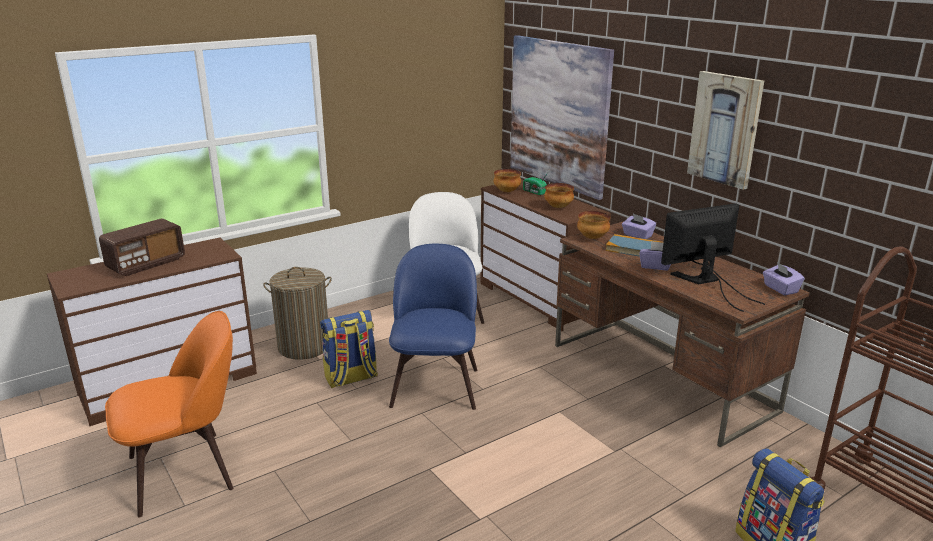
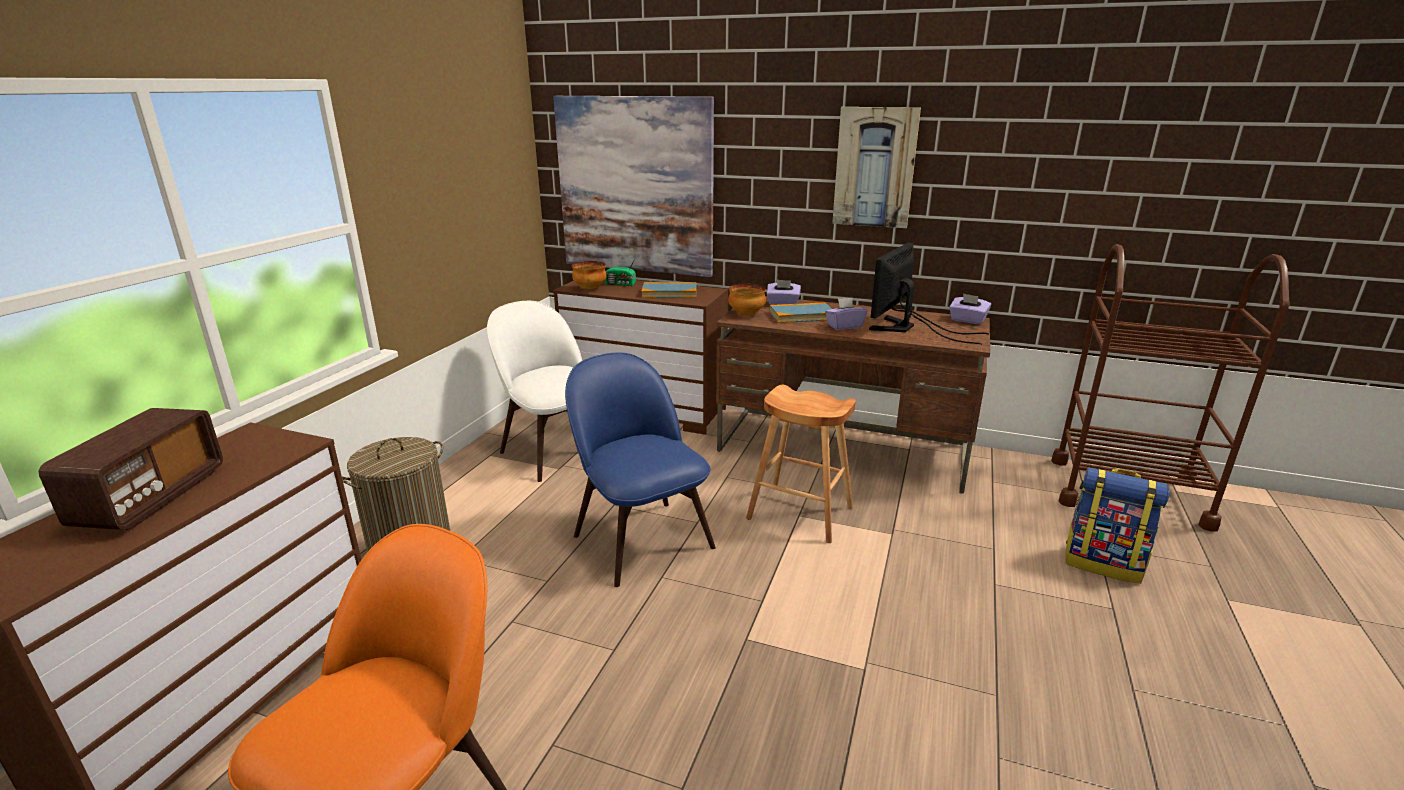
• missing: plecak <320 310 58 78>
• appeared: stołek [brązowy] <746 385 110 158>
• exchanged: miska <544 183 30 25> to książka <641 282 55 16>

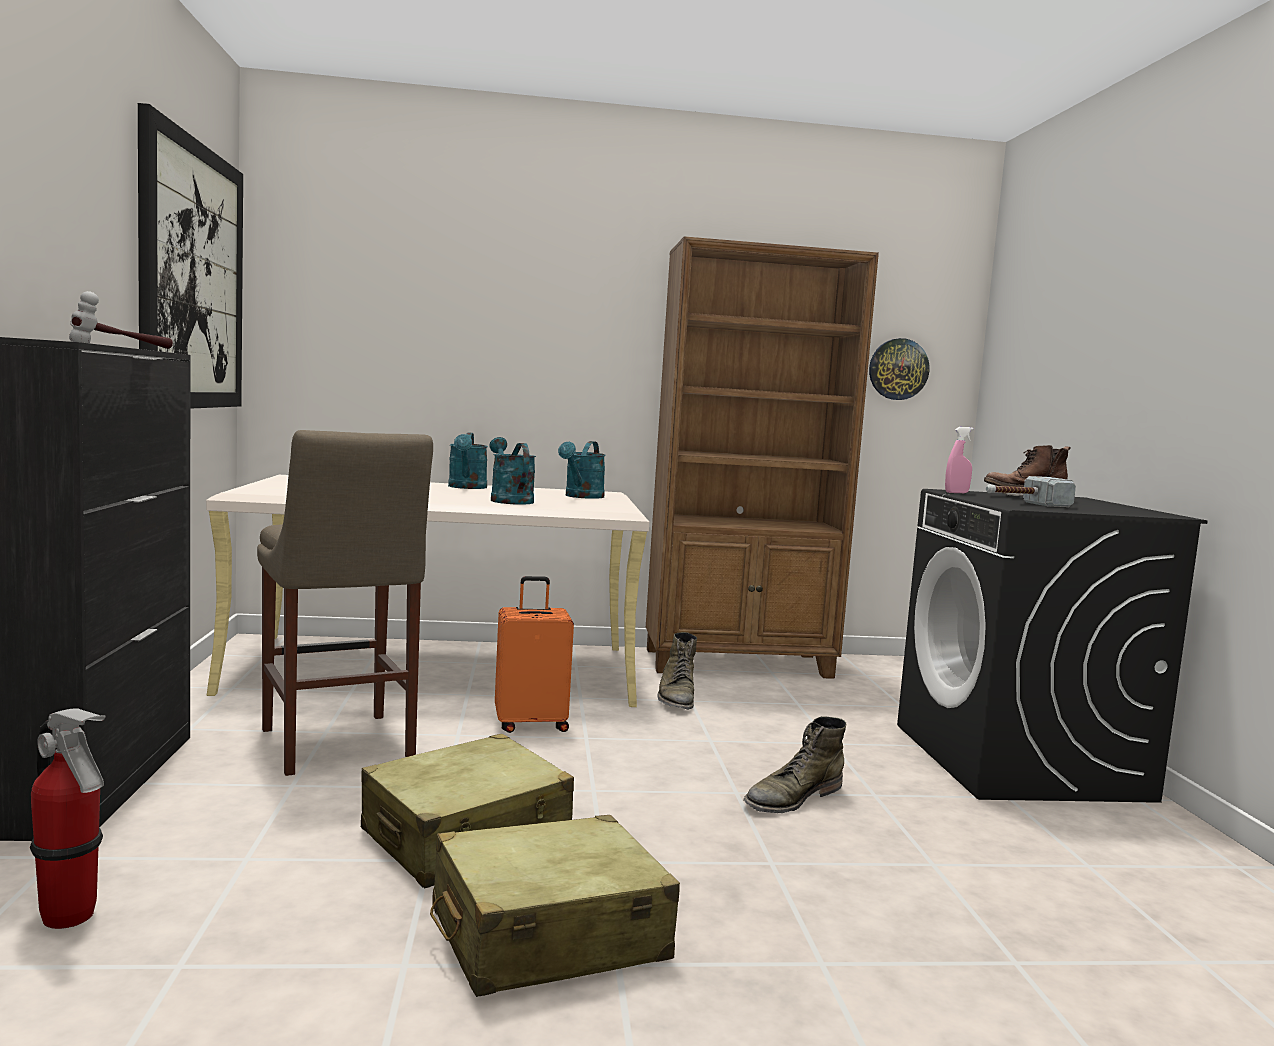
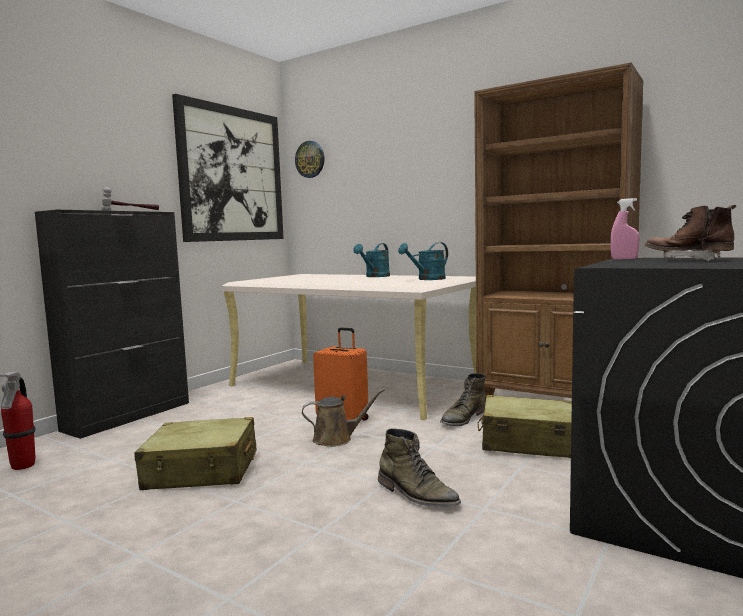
• missing: stołek [beżowy] <257 430 176 346>
• missing: konewka [turkusowy] <489 437 47 68>
• missing: młotek <986 476 90 31>
• appeared: konewka [brązowy] <302 389 83 58>
• relocated: walizka [beżowy] <430 815 250 182> to <477 395 95 63>
• relocated: zegar ścienny <869 338 61 62> to <295 141 29 37>
• spun: but z cholewką [zielony] <743 716 103 97> = <378 428 83 79> 135 degrees counterclockwise

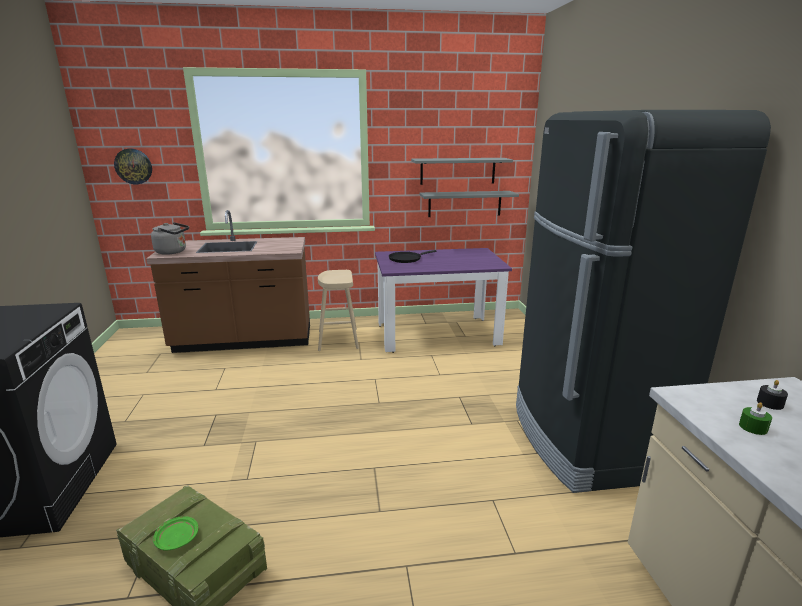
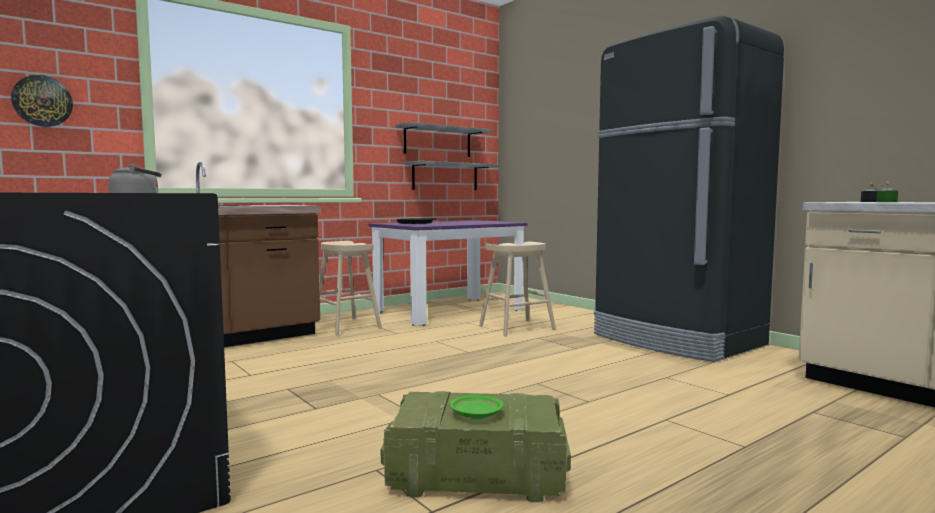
• appeared: stołek [beżowy] <479 242 77 94>

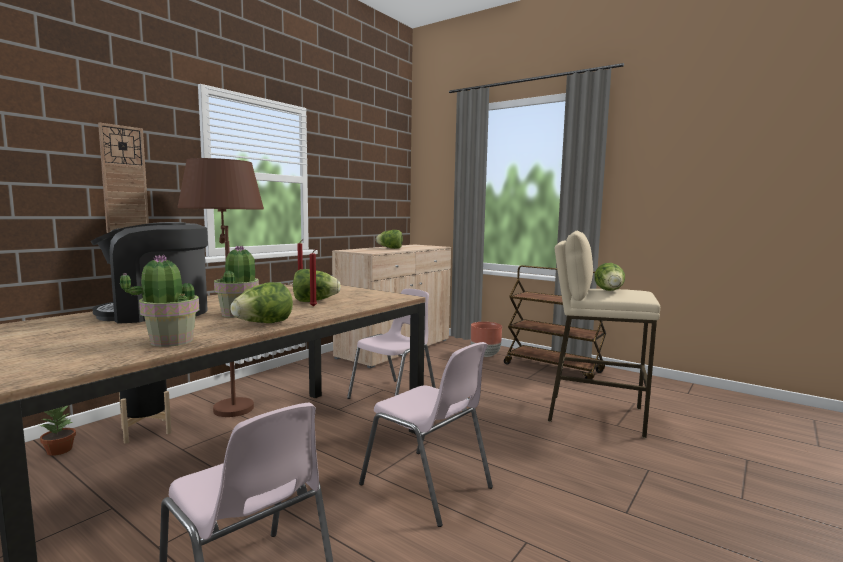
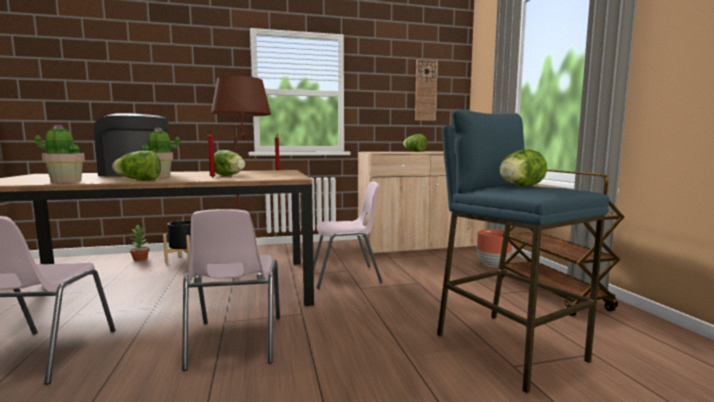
• relocated: zegar ścienny <98 123 51 110> to <415 59 23 62>
• colour: stołek [beżowy] <548 231 112 207> to stołek [niebieski] <437 109 173 284>

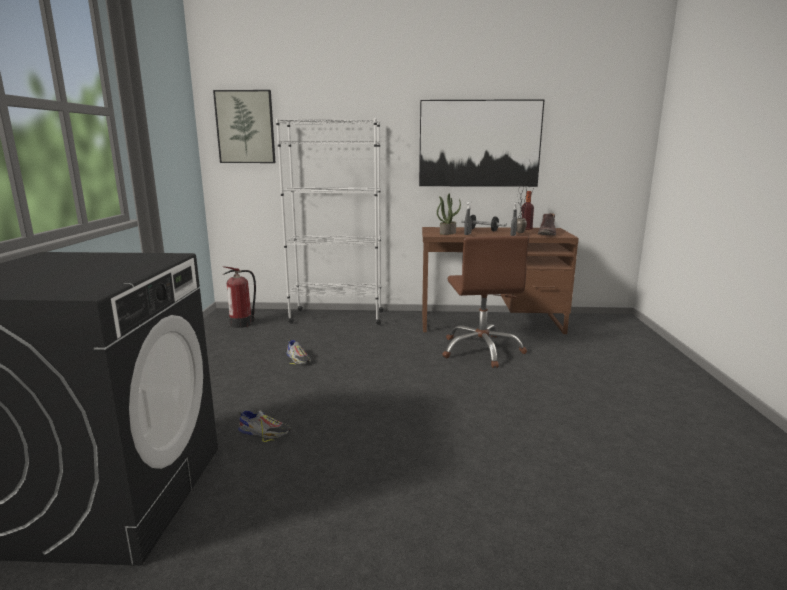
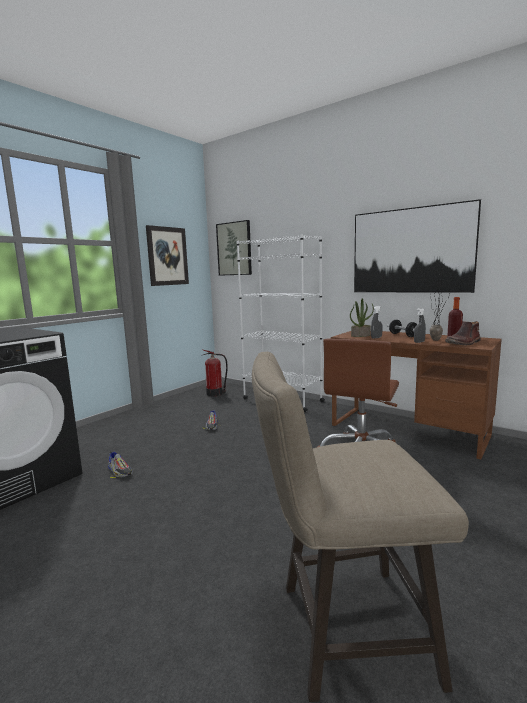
• appeared: obraz <146 225 43 61>
• appeared: stołek [beżowy] <252 352 217 350>

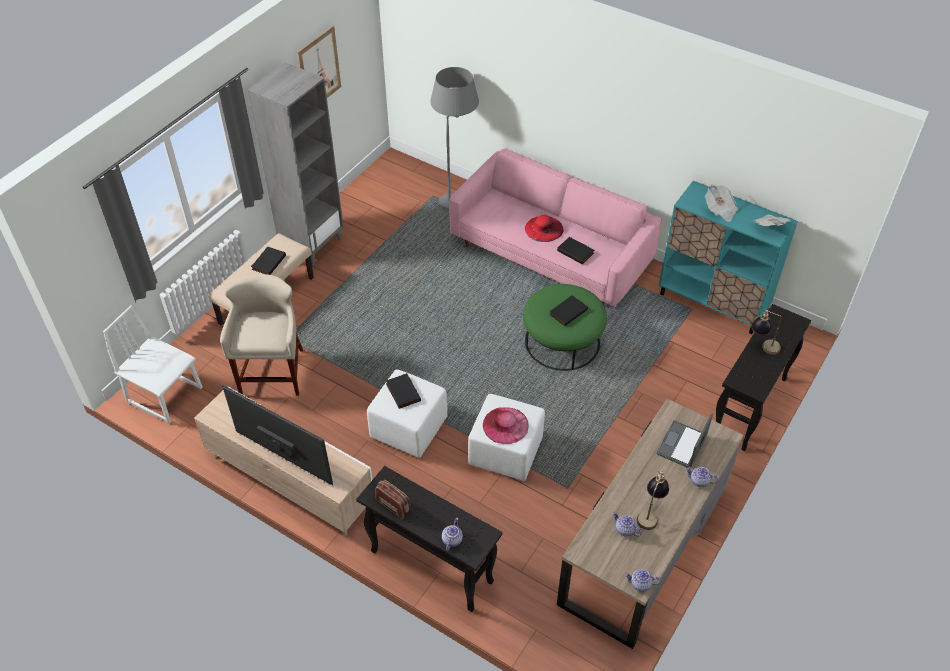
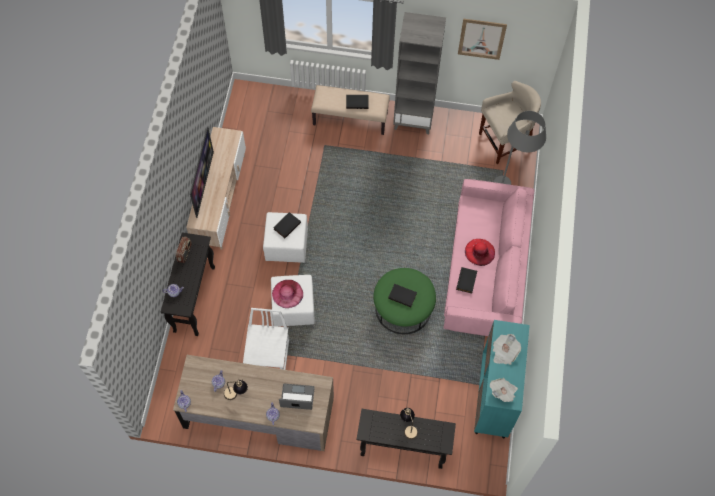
• relocated: krzesło [biały] <103 305 100 118> to <243 308 47 62>
• relocated: stołek [beżowy] <220 274 83 122> to <479 81 62 83>

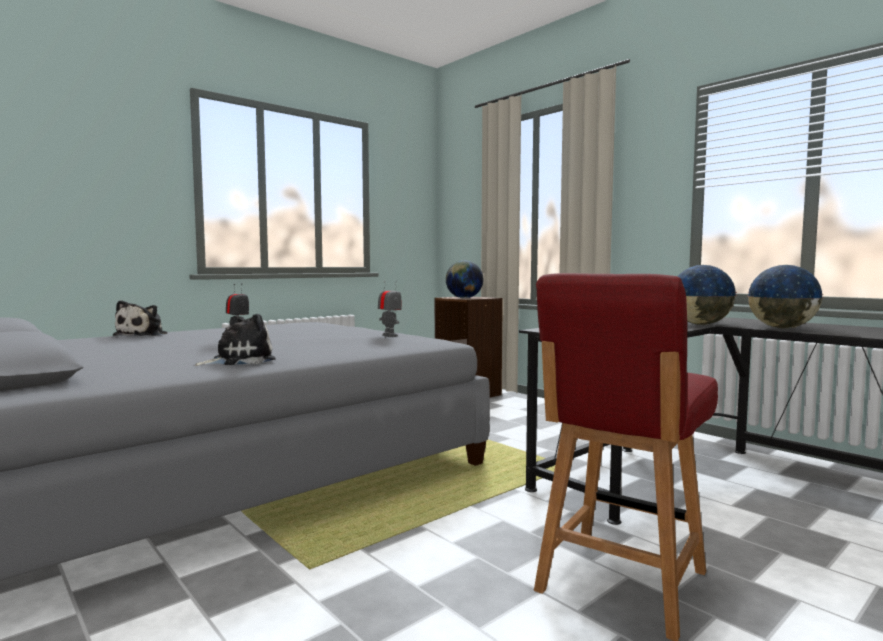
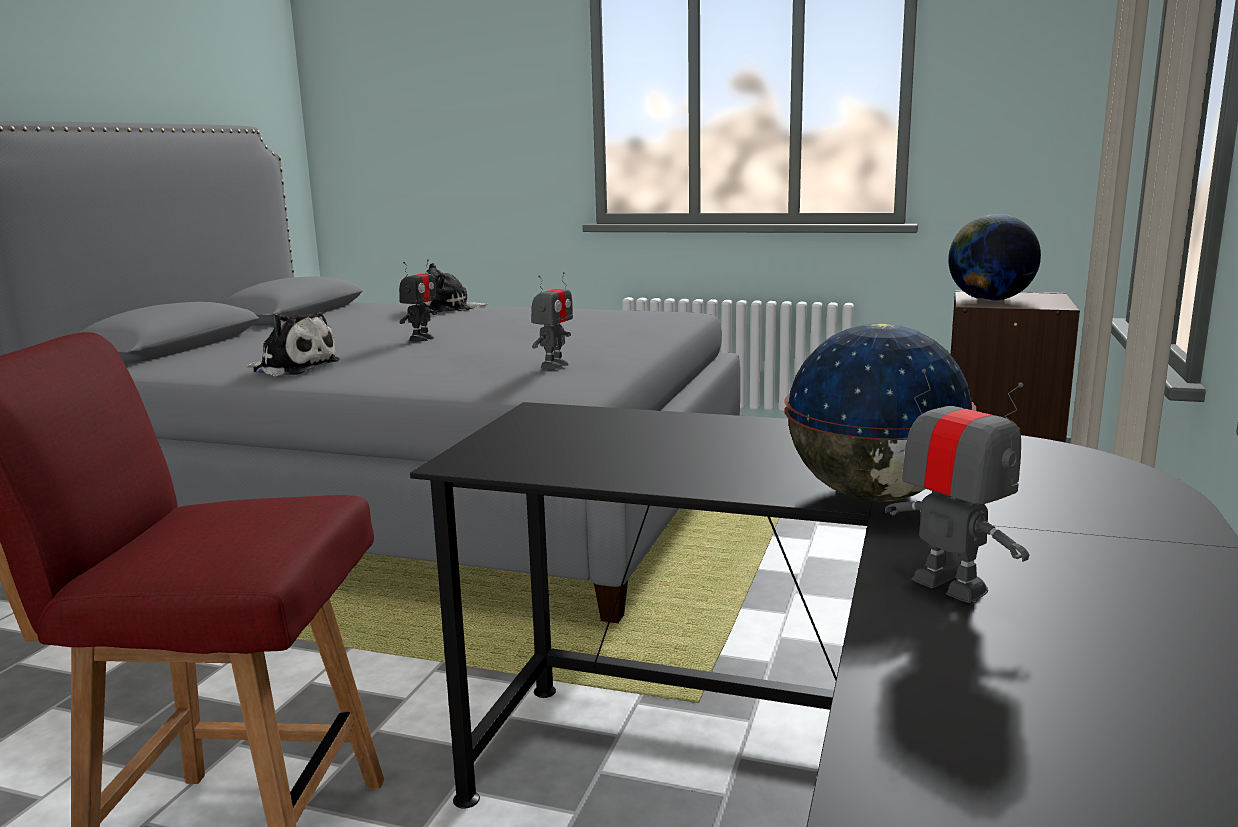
• exchanged: globus <747 265 76 63> to robot zabawkowy <885 369 144 234>

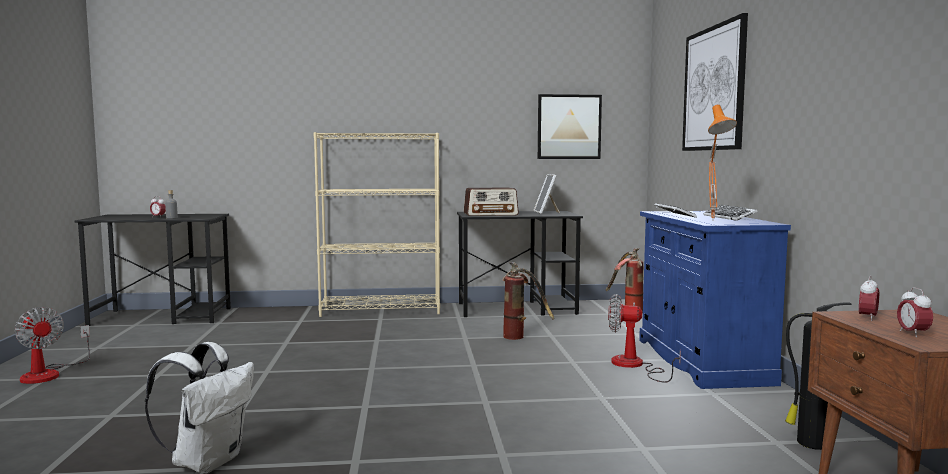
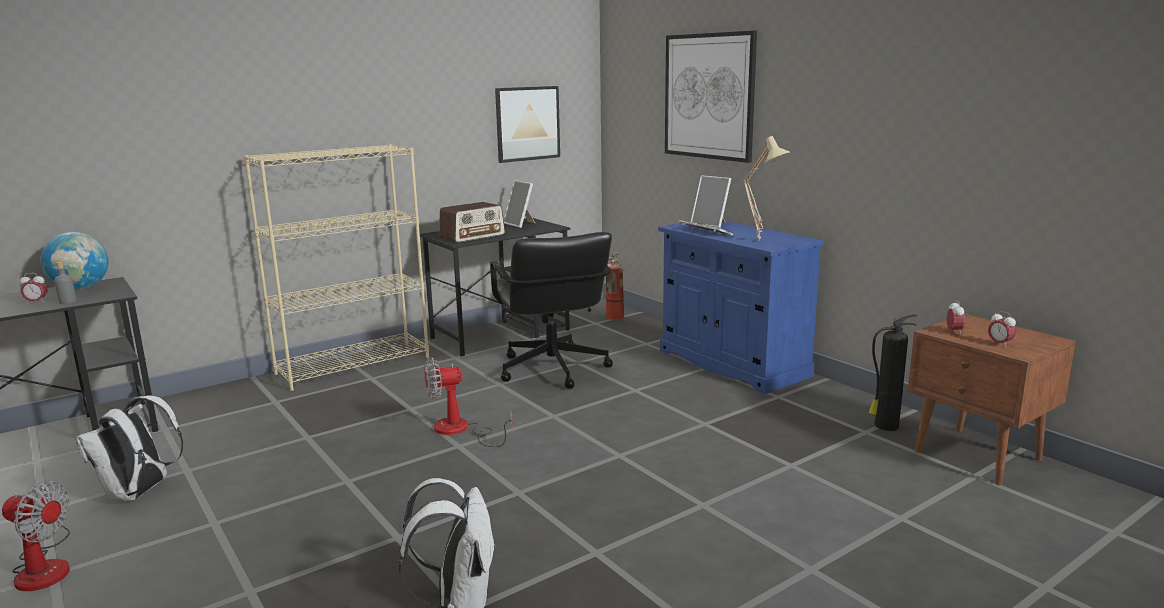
• missing: klawiatura <704 205 54 16>
• appeared: globus <40 232 68 58>
• appeared: plecak [biały] <75 396 109 105>
• appeared: ramka na zdjęcie <691 175 40 53>
• relocated: wentylator <608 294 73 89> to <425 357 88 90>
• exchanged: gaśnica <502 262 52 78> to krzesło biurowe [czarny] <490 232 123 157>
• colour: lampa stołowa [pomarańczowy] <708 105 29 116> to lampa stołowa [beżowy] <744 136 46 106>

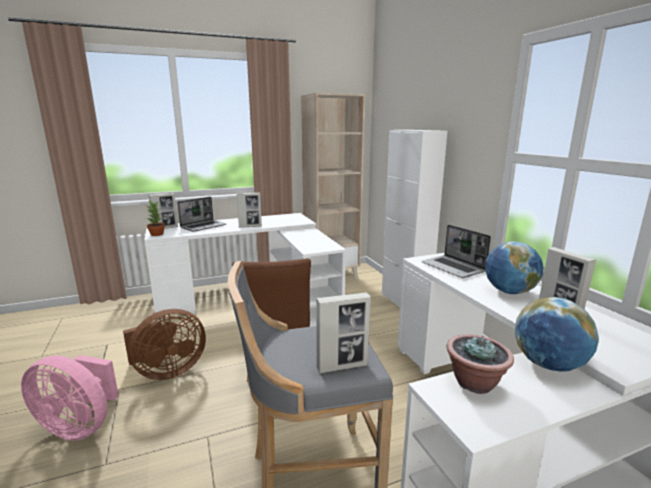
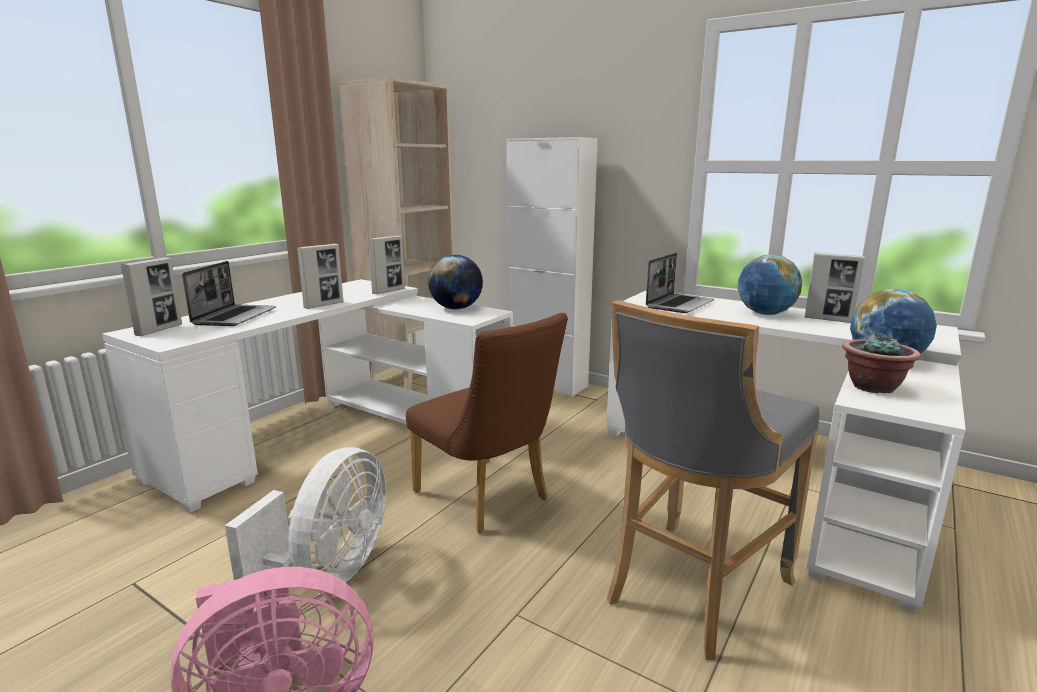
• missing: roślina doniczkowa <146 201 19 35>
• appeared: globus <428 255 55 55>
• relocated: ramka na zdjęcie <316 292 55 81> to <368 235 37 59>
• colour: wentylator [brązowy] <123 309 83 71> to wentylator [biały] <225 447 161 135>
• spun: laptop <421 225 70 53> = <646 253 68 60> 75 degrees counterclockwise

